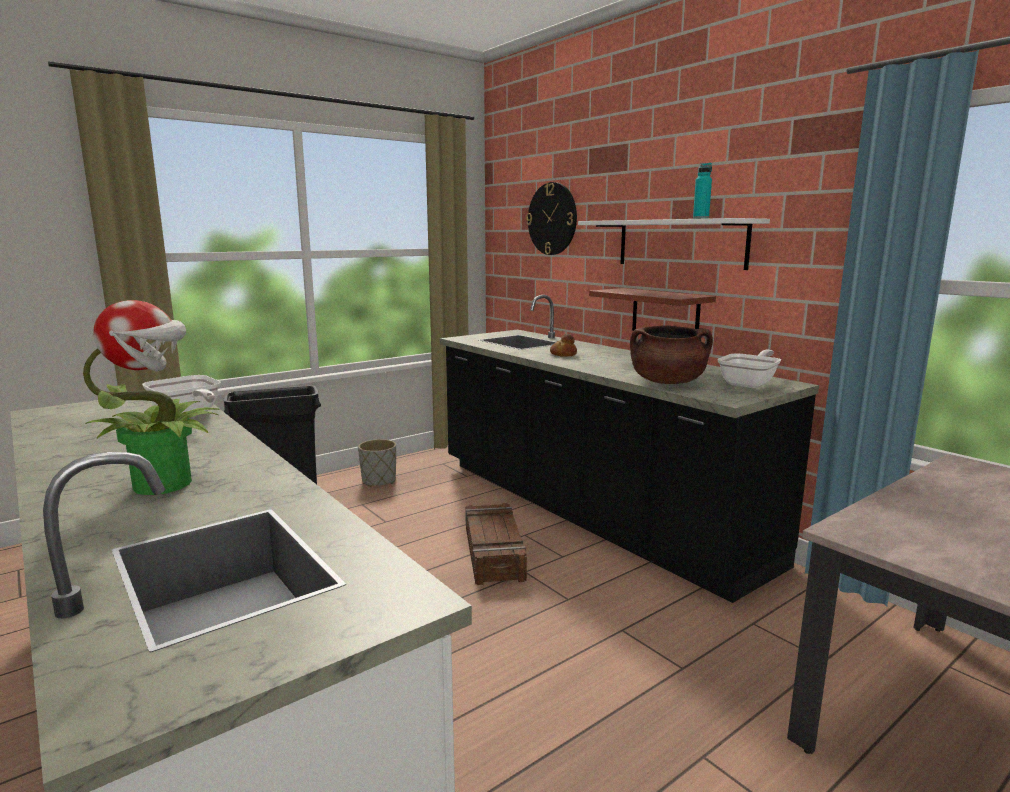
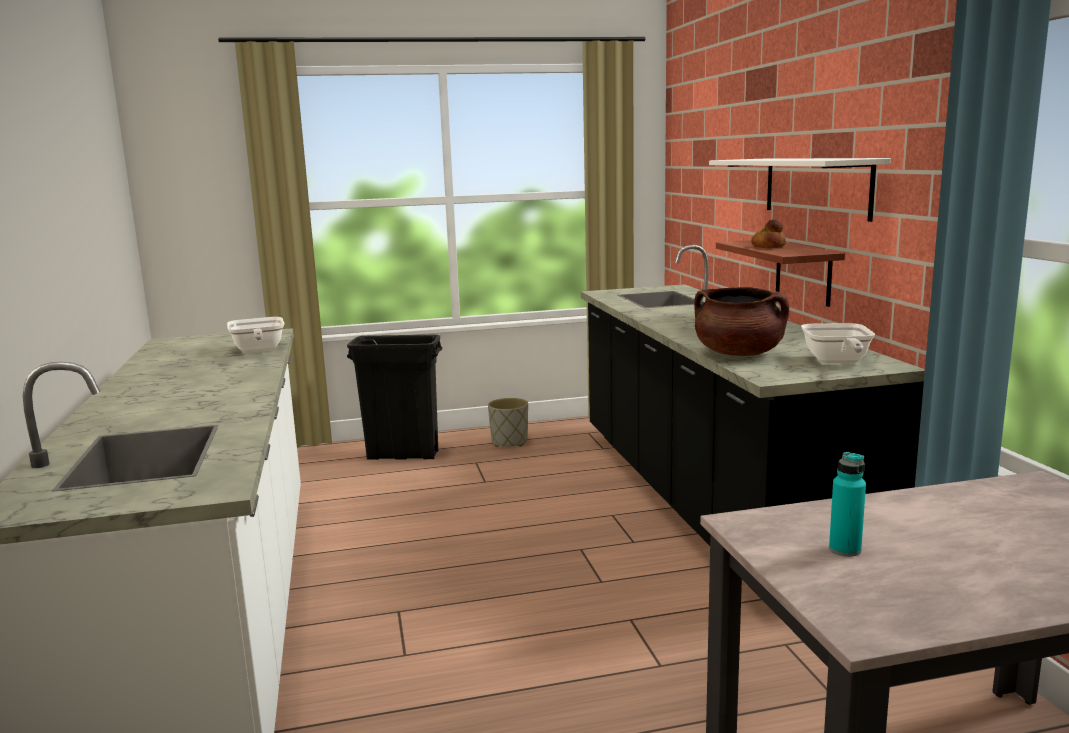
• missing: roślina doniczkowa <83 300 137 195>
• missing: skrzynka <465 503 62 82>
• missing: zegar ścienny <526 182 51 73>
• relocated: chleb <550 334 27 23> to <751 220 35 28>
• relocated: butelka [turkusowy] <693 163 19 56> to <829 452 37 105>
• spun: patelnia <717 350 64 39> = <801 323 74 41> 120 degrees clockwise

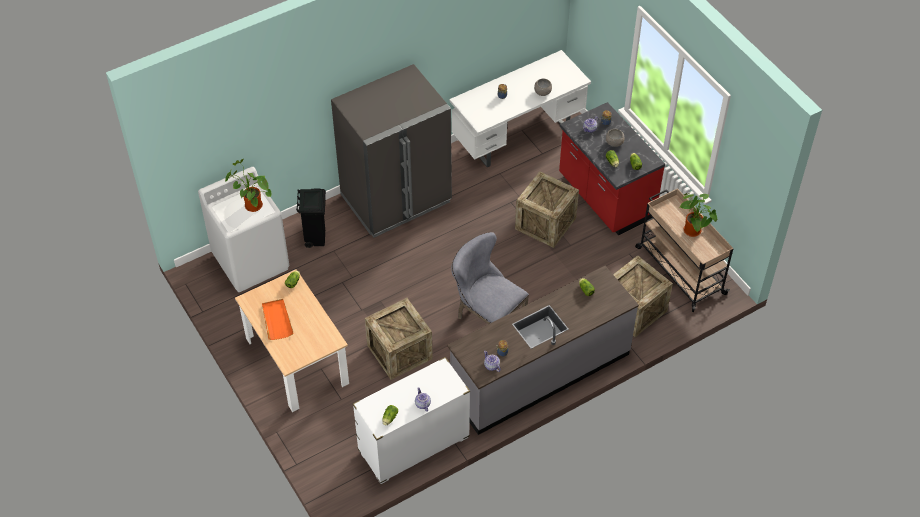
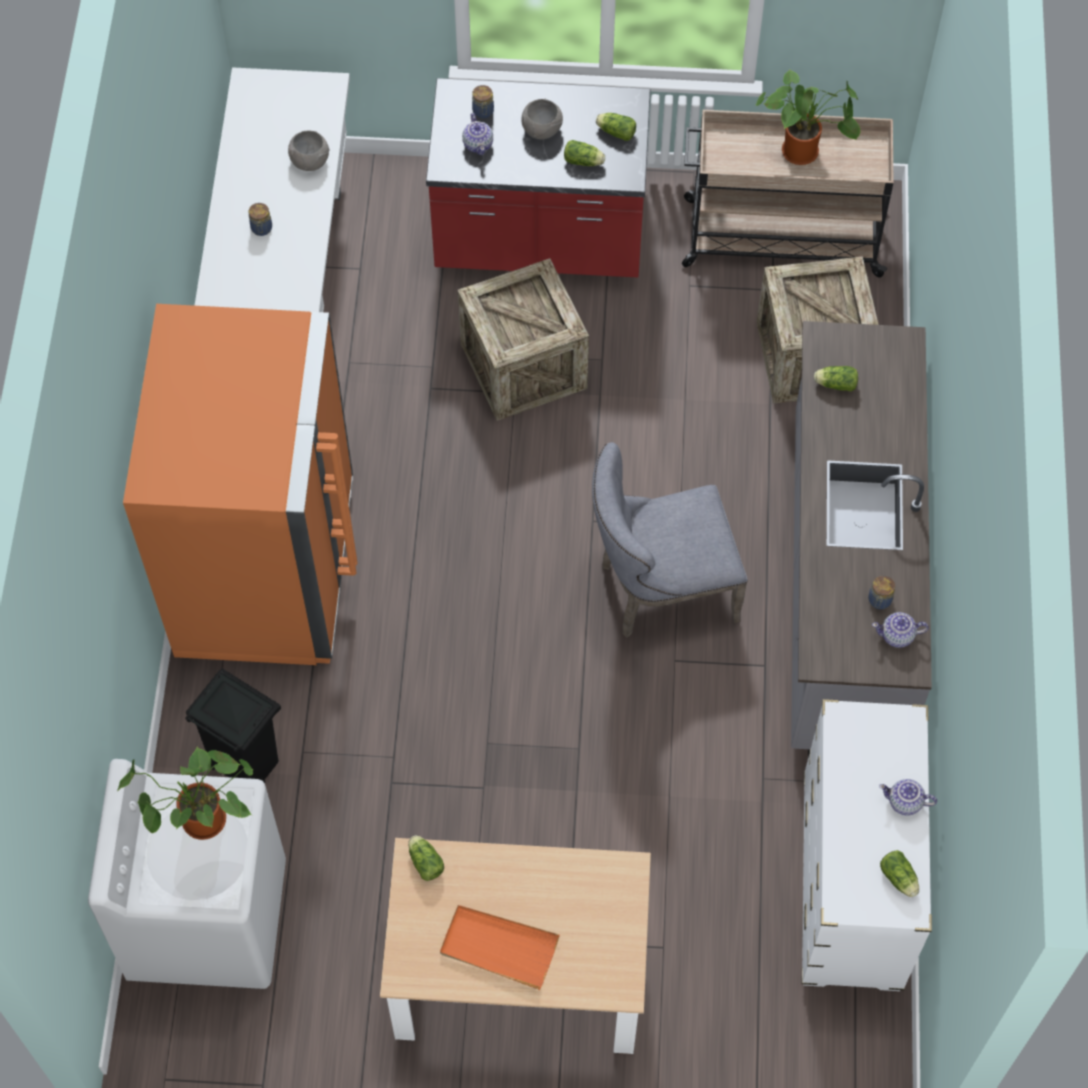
• missing: skrzynka <365 298 68 82>
• colour: lodówka [szary] <331 64 121 174> to lodówka [pomarańczowy] <123 304 235 361>

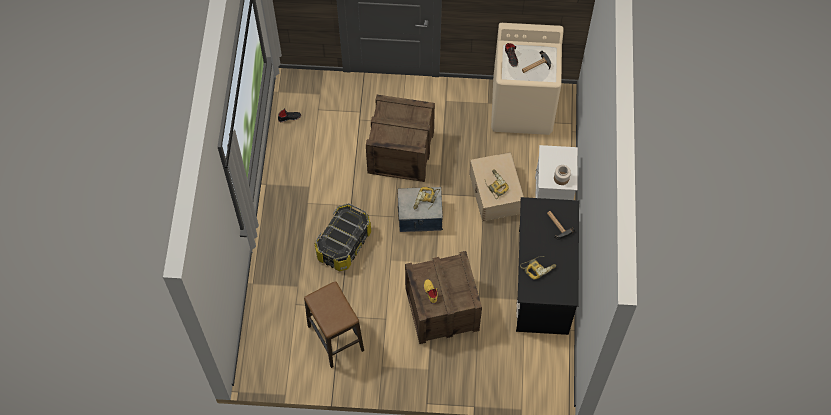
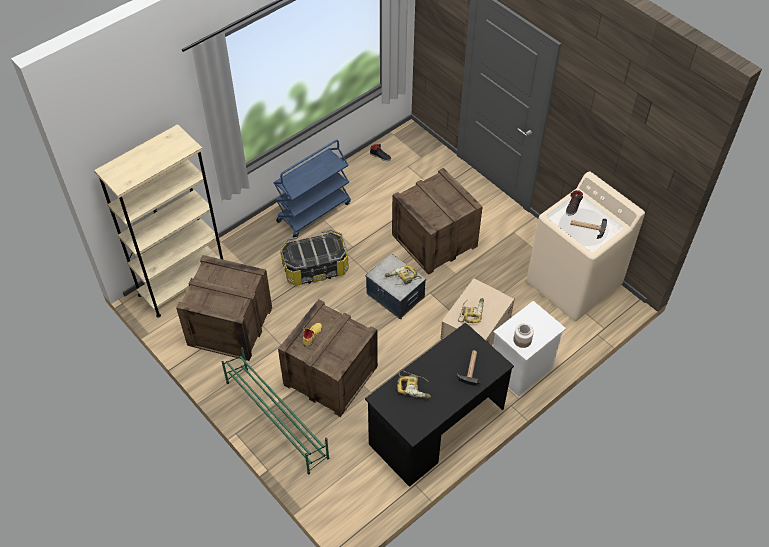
• appeared: regał [beżowy] <94 124 129 194>
• appeared: regał na buty [zielony] <222 348 107 126>
• appeared: wózek [niebieski] <274 139 77 98>
• exchanged: stołek <304 281 60 87> to skrzynka <176 255 96 106>

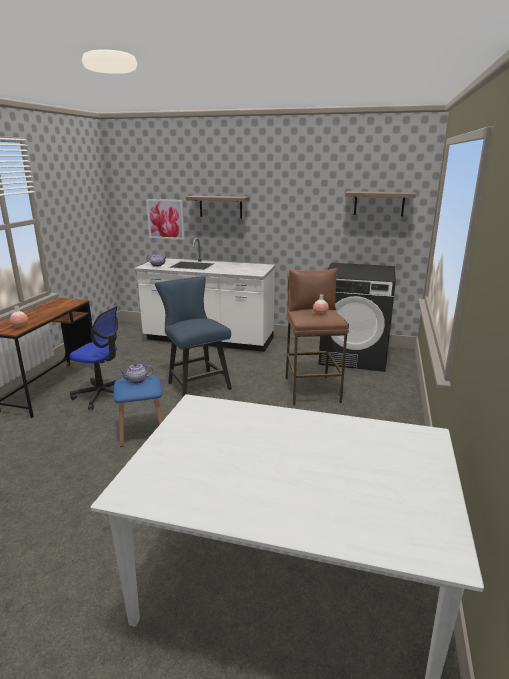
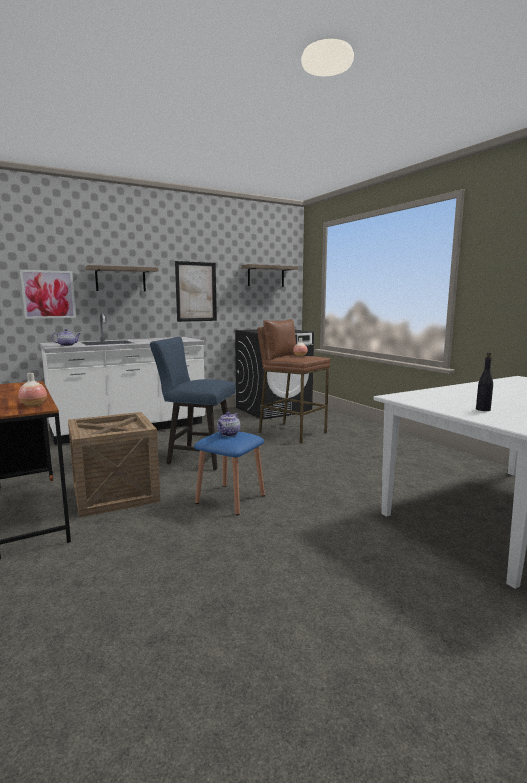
• appeared: obraz <175 261 42 61>
• appeared: butelka [czarny] <476 352 17 59>
• exchanged: krzesło biurowe <70 306 51 104> to skrzynka <68 412 92 106>

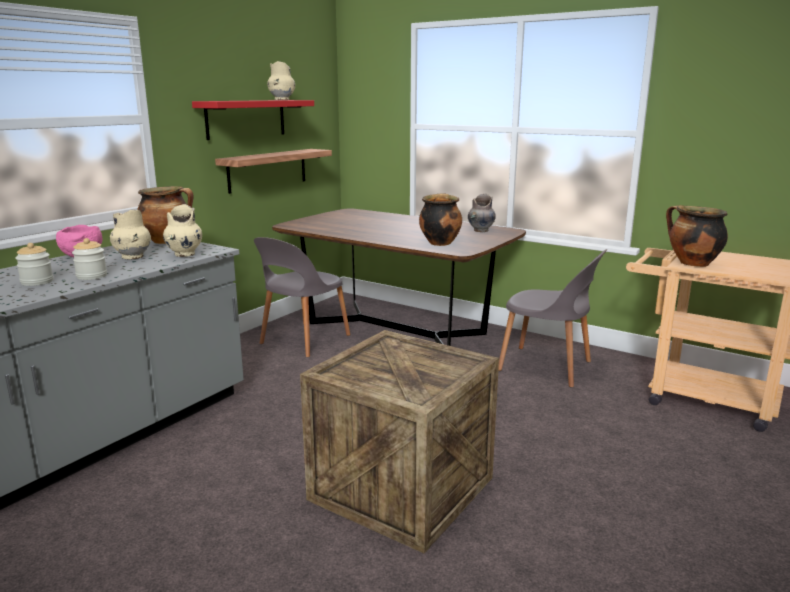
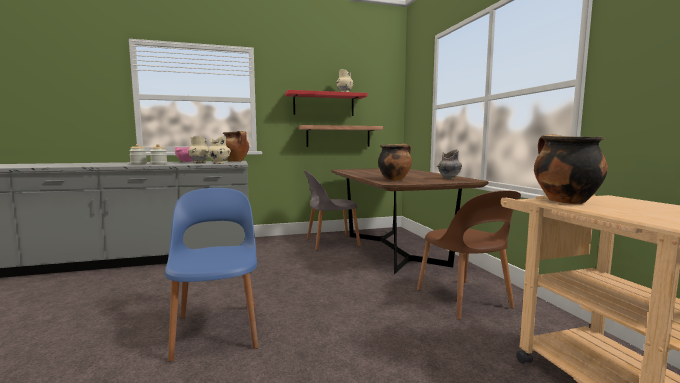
• exchanged: skrzynka <300 330 199 224> to krzesło [niebieski] <165 188 94 174>
• colour: krzesło [szary] <498 249 109 138> to krzesło [brązowy] <417 190 104 130>

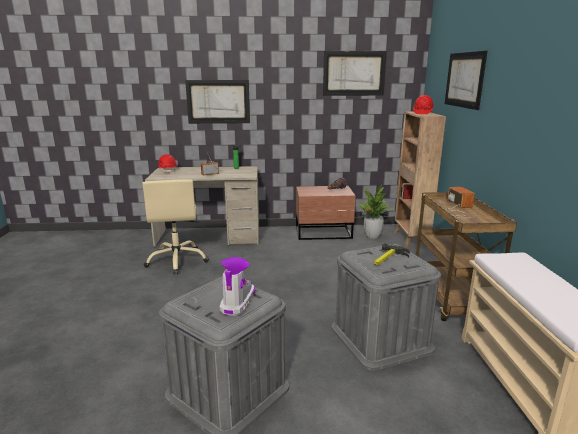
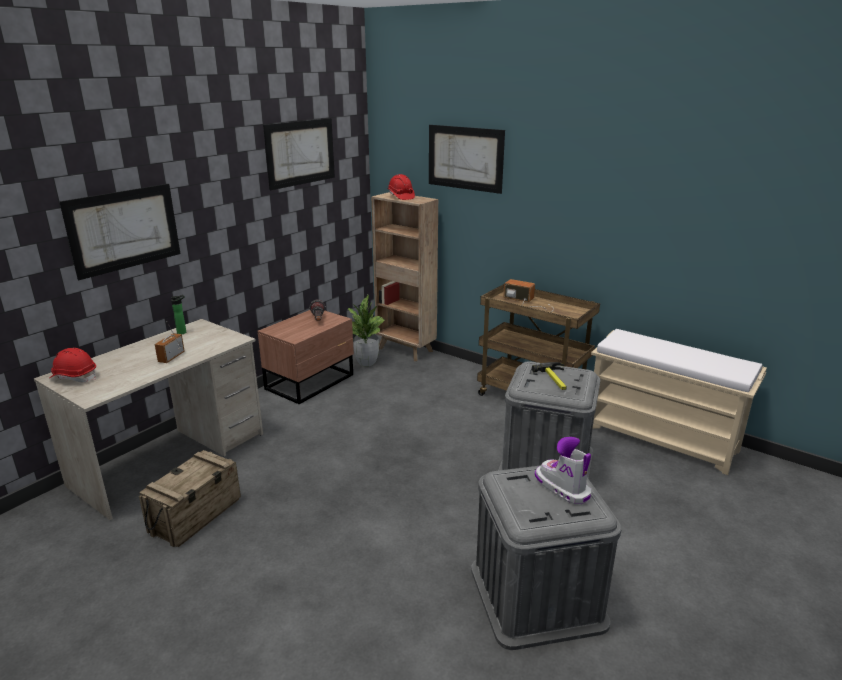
• exchanged: krzesło biurowe [beżowy] <142 179 67 95> to skrzynka <139 450 102 97>

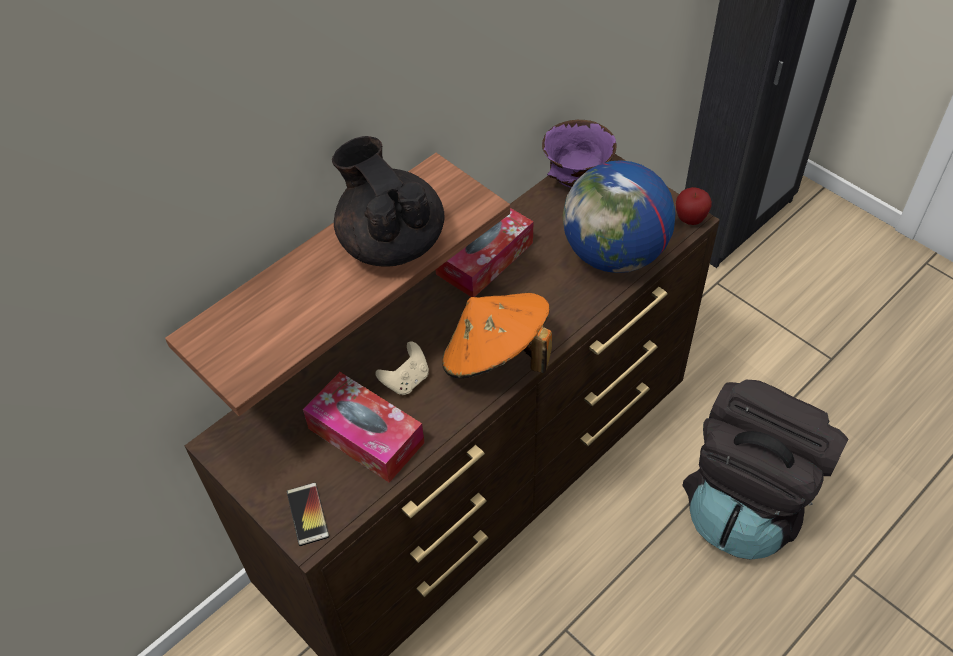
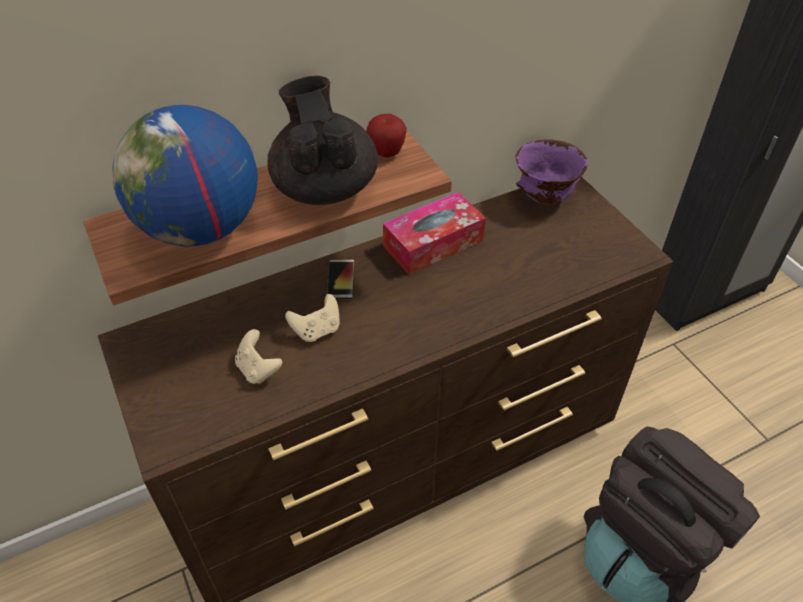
• missing: kapelusz [pomarańczowy] <442 292 110 86>
• relocated: telefon <287 482 42 64> to <327 259 28 40>
• relocated: globus <563 160 113 113> to <112 105 146 142>
• relocated: jabłko <676 187 36 38> to <366 114 41 44>
• exchanged: pudełko chusteczek <303 372 122 111> to pad do gier [beżowy] <235 329 47 55>

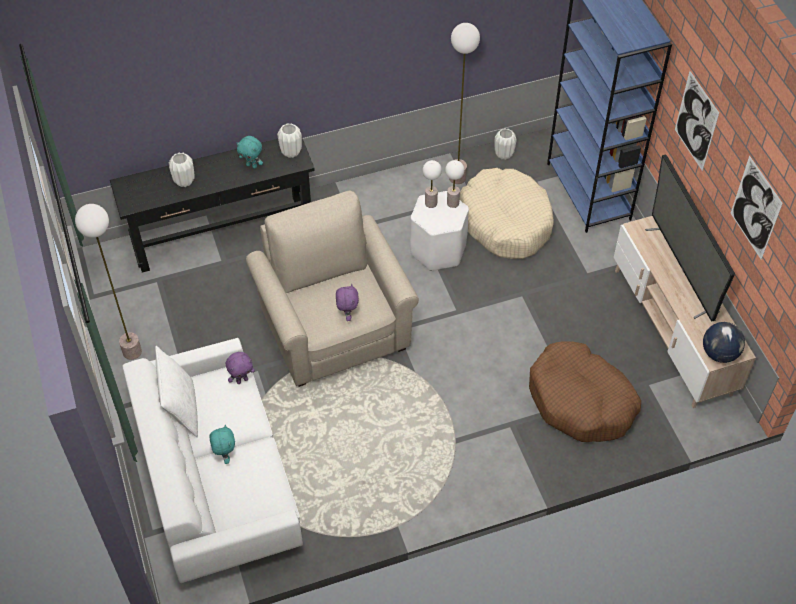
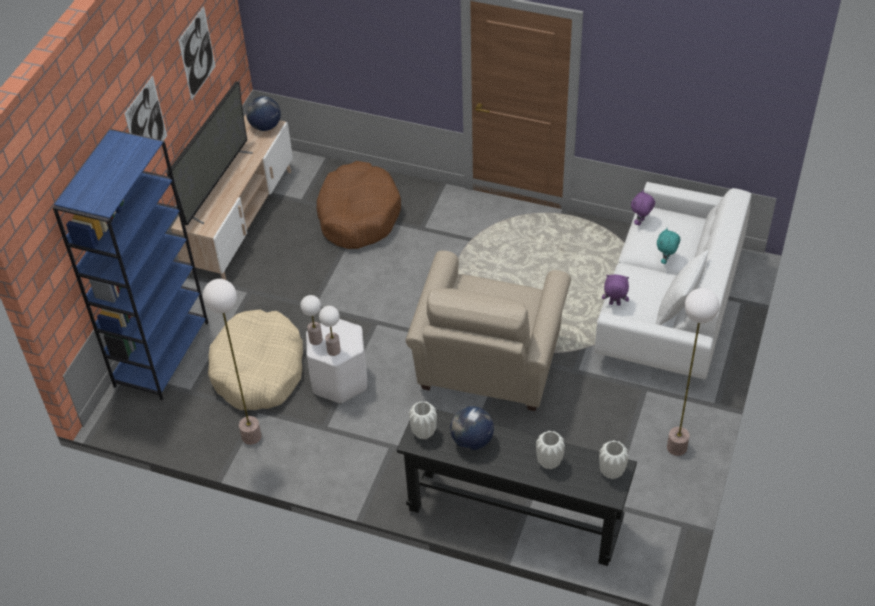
• relocated: pluszak [fioletowy] <336 284 23 37> to <631 190 24 36>
• relocated: wazon [biały] <495 128 22 32> to <599 440 29 39>
• exchanged: pluszak [turkusowy] <236 136 27 33> to globus <450 406 44 44>

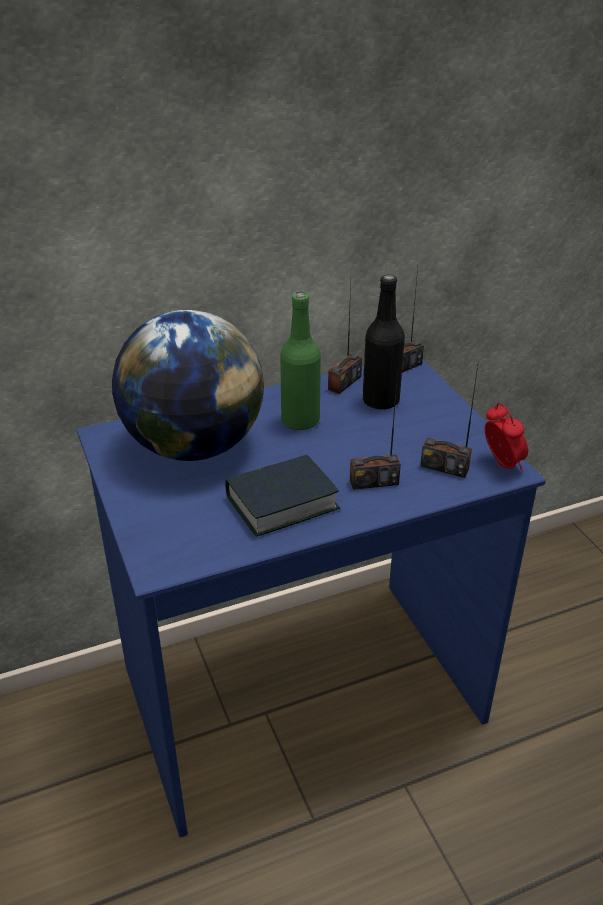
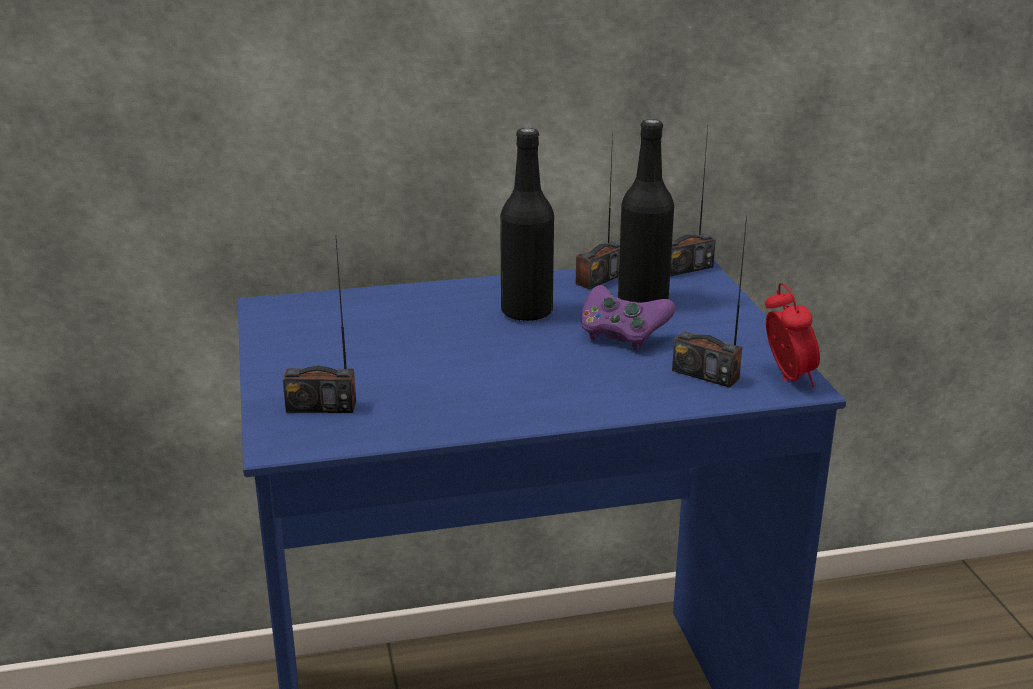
• missing: globus <112 310 152 151>
• missing: książka <225 455 115 81>
• appeared: pad do gier [fioletowy] <582 285 93 65>
• relocated: radio <350 369 51 121> to <283 240 73 173>
• colour: butelka [zielony] <280 292 41 139> to butelka [czarny] <500 128 54 194>

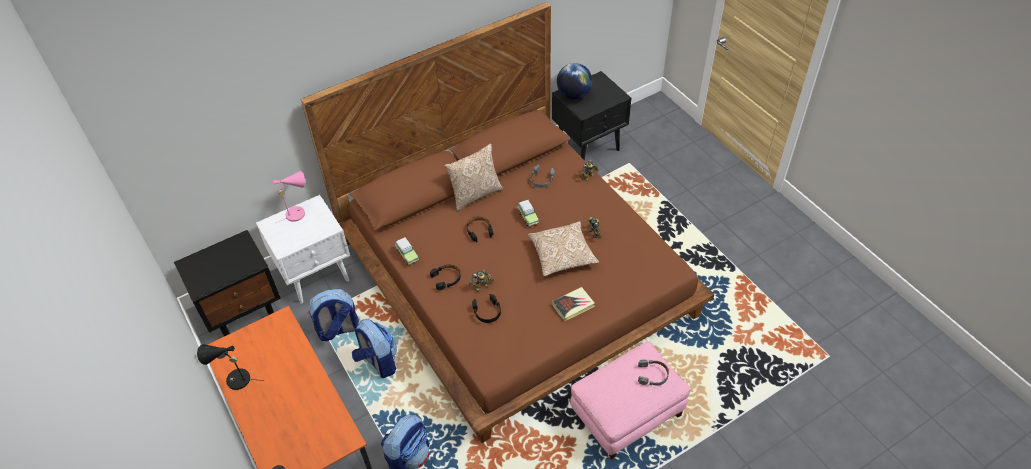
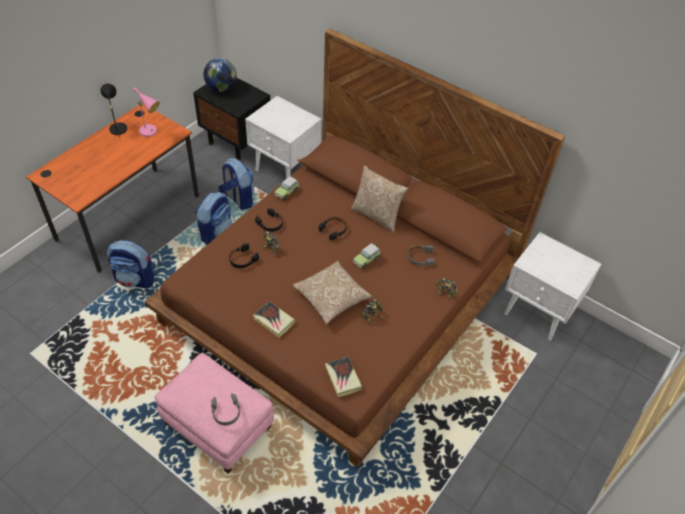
• appeared: książka <325 356 38 41>
• relocated: lampa stołowa [różowy] <272 171 33 52> to <133 87 27 50>
• relocated: globus <557 63 35 36> to <203 58 34 34>
• colour: szafka nocna [czarny] <552 71 79 89> to szafka nocna [biały] <504 232 97 109>

